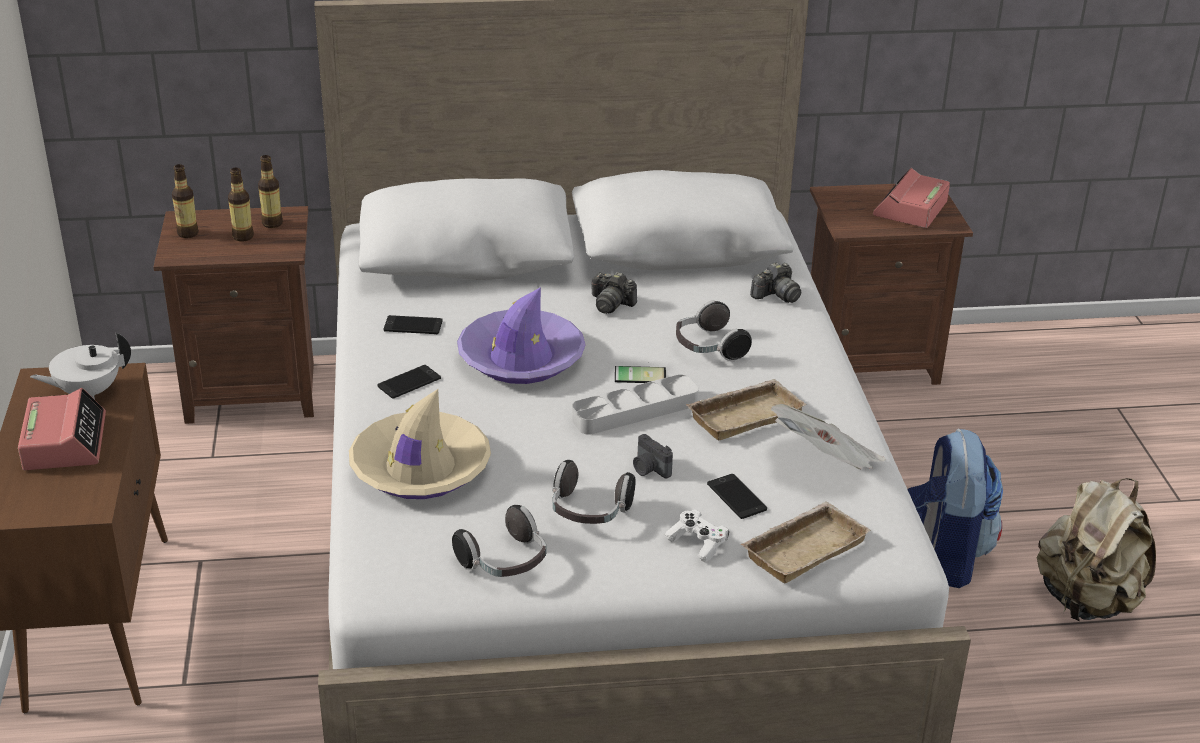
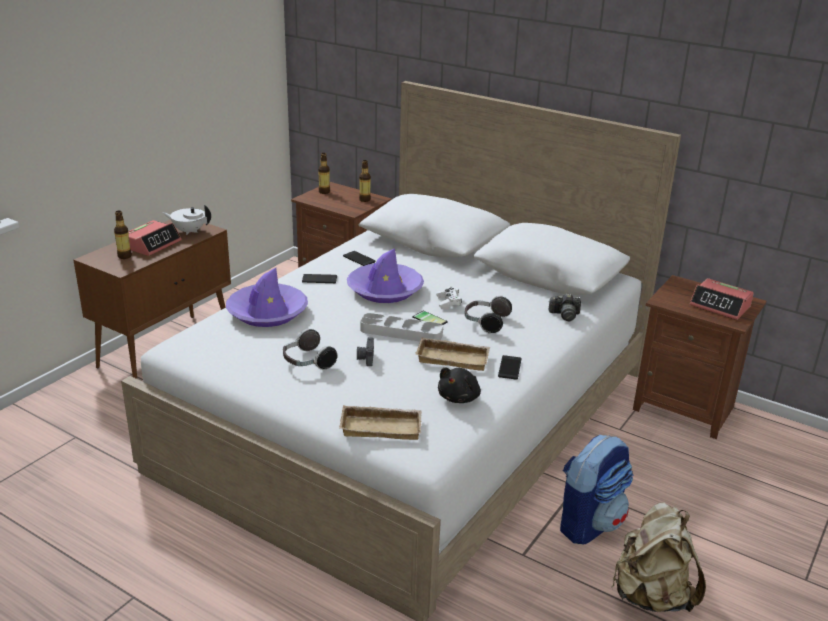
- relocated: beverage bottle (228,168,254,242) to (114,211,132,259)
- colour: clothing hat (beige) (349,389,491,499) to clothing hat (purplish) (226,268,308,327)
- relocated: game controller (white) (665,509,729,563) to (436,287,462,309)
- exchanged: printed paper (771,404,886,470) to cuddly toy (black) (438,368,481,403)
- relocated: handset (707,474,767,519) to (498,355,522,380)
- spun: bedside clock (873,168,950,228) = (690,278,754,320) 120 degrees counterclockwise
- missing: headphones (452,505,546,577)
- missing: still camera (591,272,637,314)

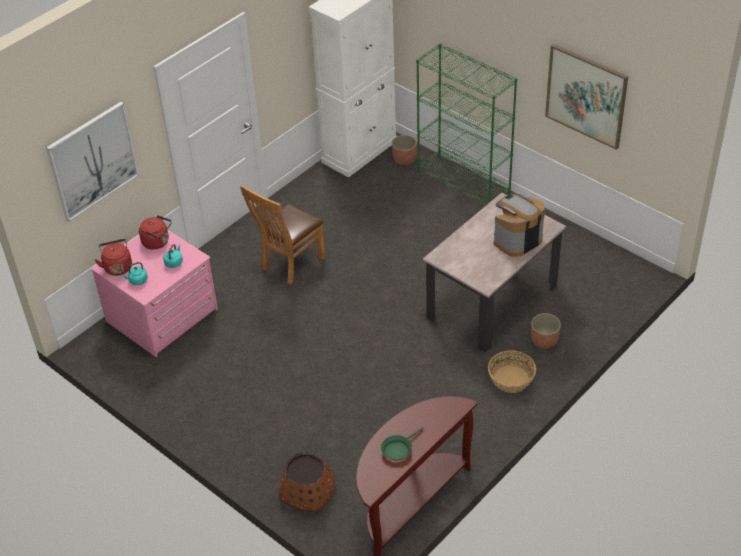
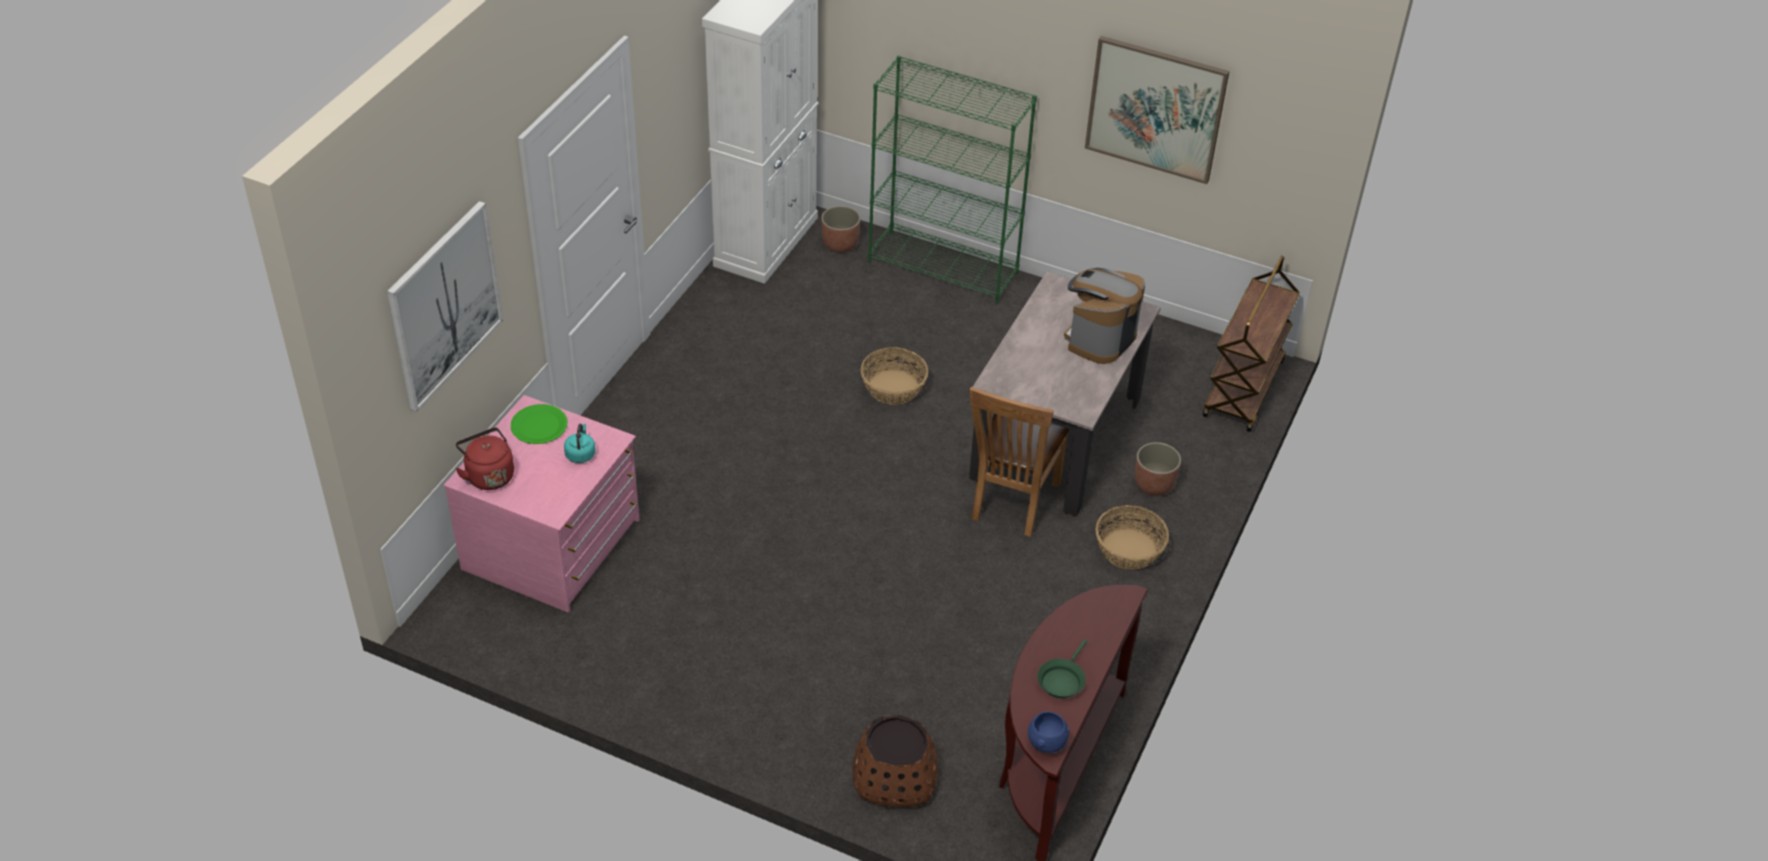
- exchanged: kettle (red) (139,215,172,249) to dinner plate (greenish) (511,404,567,444)
- appeared: household basket (861,347,928,405)
- relocated: plain chair (brown-coloured) (240,184,325,285) to (970,387,1070,537)
- appeared: deep dish (bluish) (1028,712,1070,753)
- appeared: cart (brown-coloured) (1203,256,1300,432)
- missing: kettle (turquoise-coloured) (122,262,148,285)

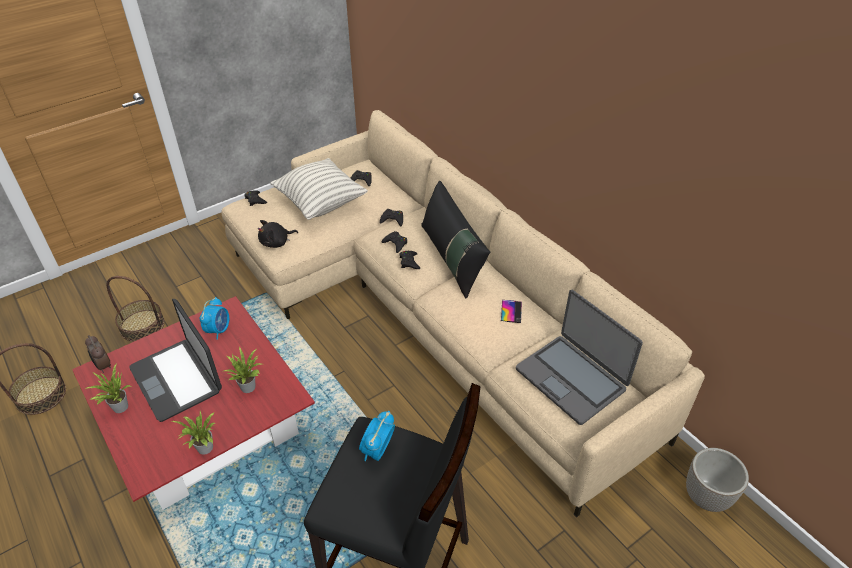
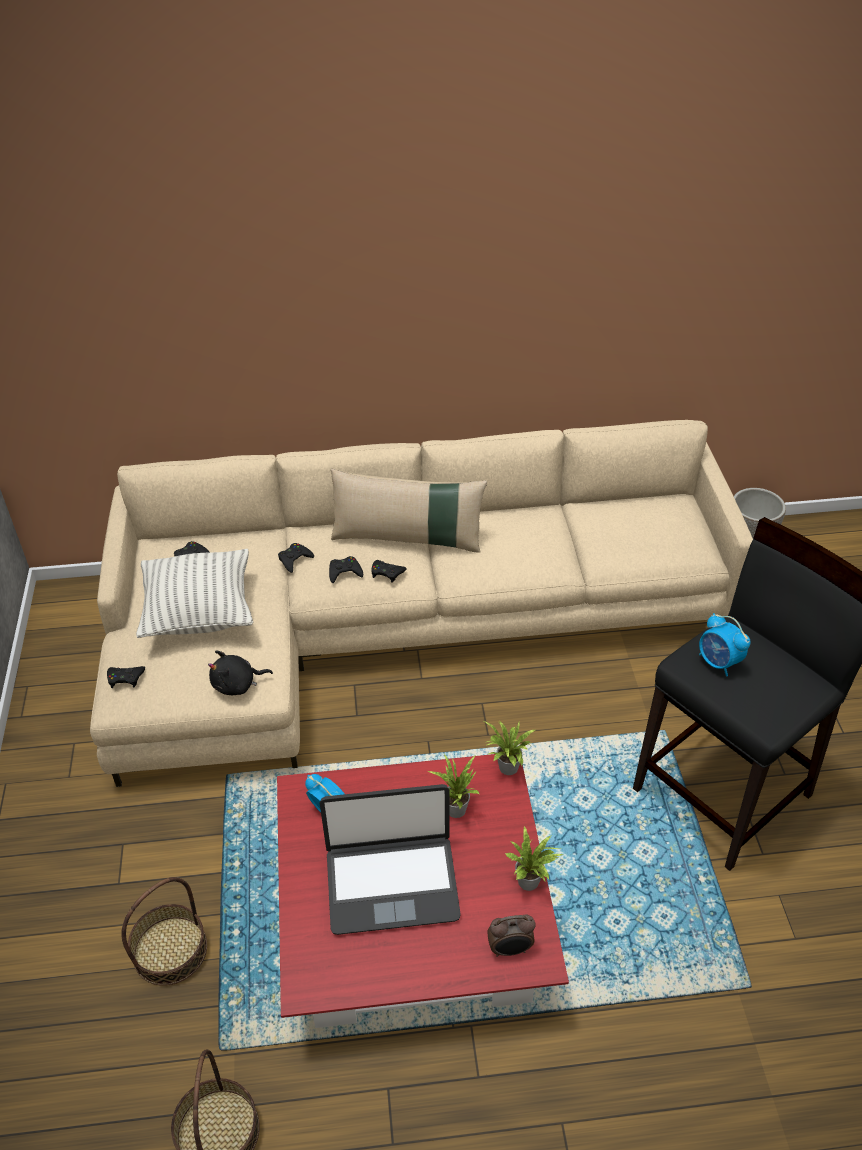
- spun: cuddly toy (black) (258,220,298,248) = (208,650,273,695) 75 degrees clockwise
- colour: cushion (black) (421,181,490,298) to cushion (beige) (331,469,487,553)
- relocated: potted plant (85,364,131,413) to (484,721,535,775)
- relocated: bedside clock (85,335,111,373) to (487,914,535,957)
- missing: handset (501,300,522,323)
- missing: laptop (516,290,643,425)

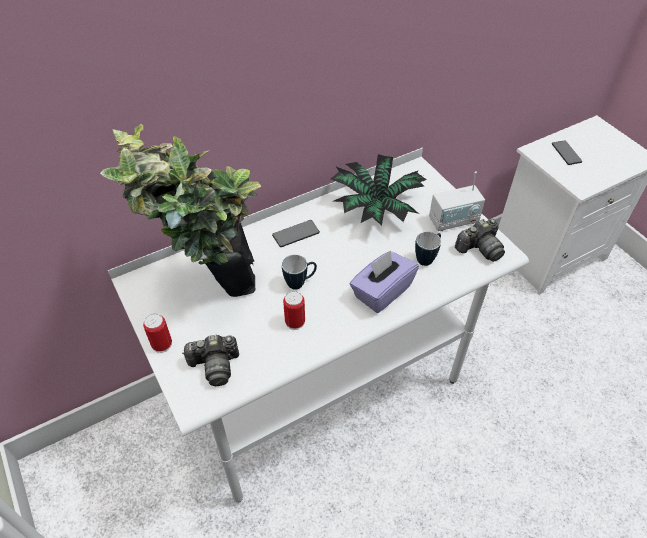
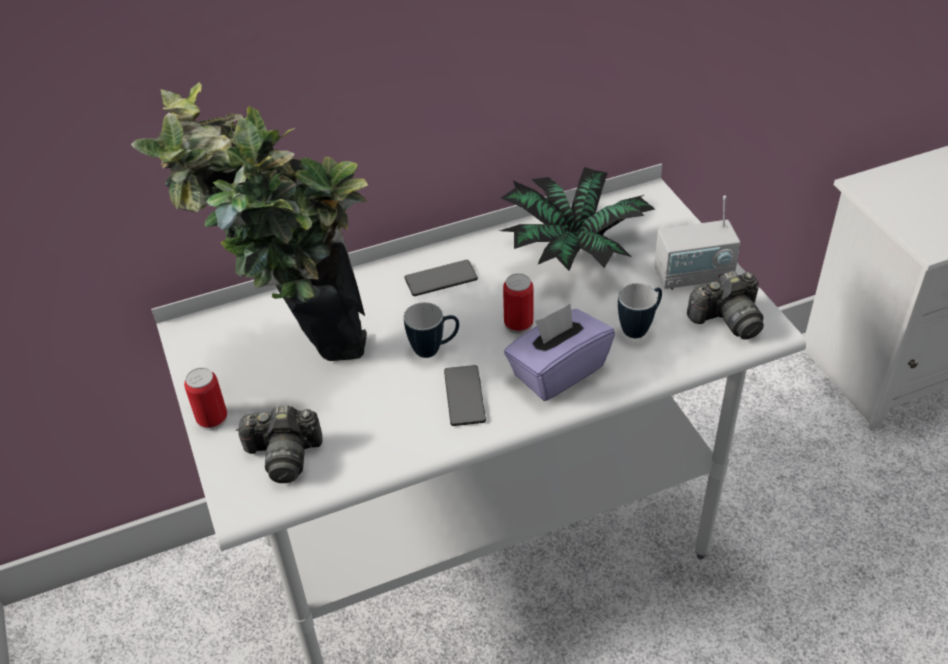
- relocated: handset (552,140,582,165) to (444,365,486,426)
- relocated: sealed can (283,291,305,330) to (503,273,533,334)

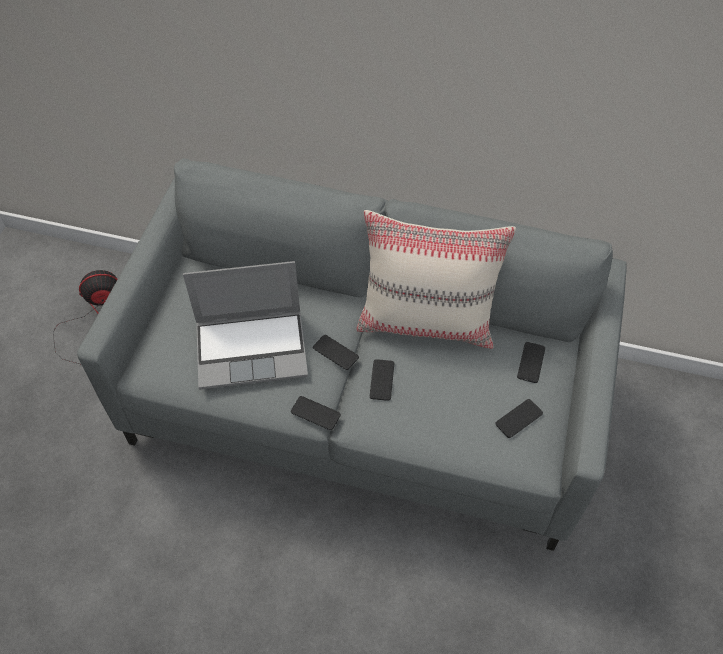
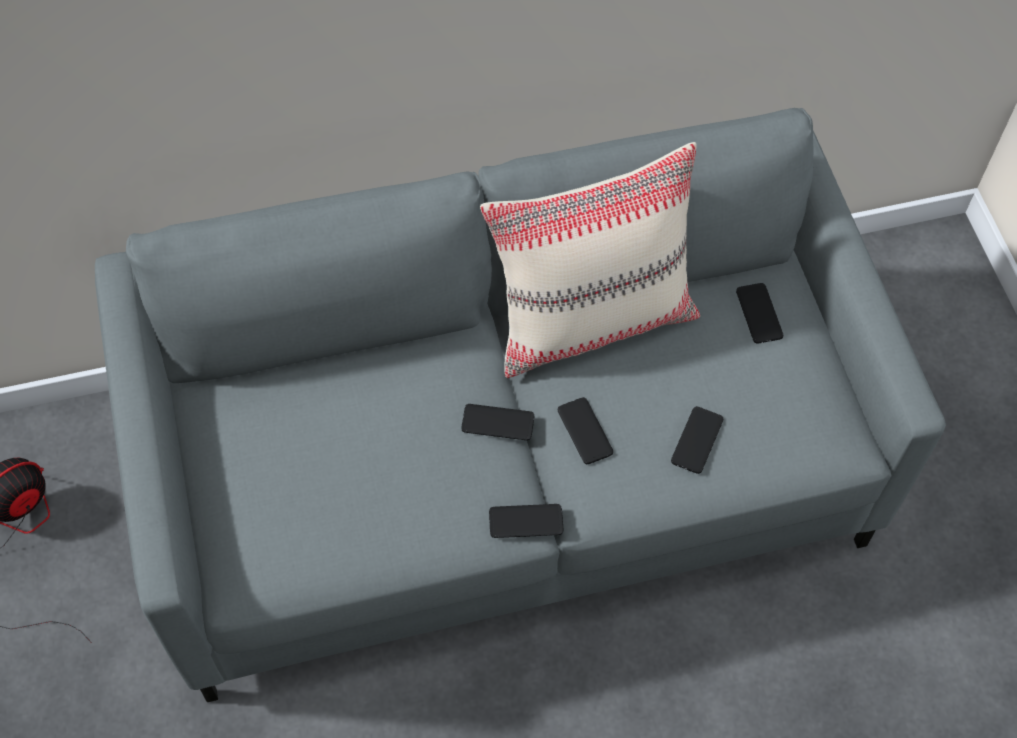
- relocated: handset (495,399,543,438) to (671,406,723,474)
- missing: laptop (183,261,308,390)

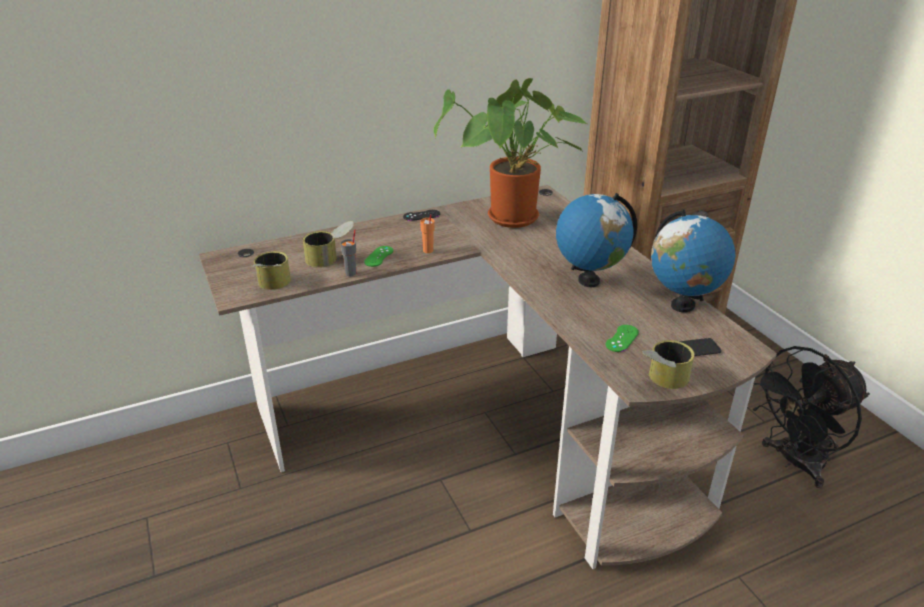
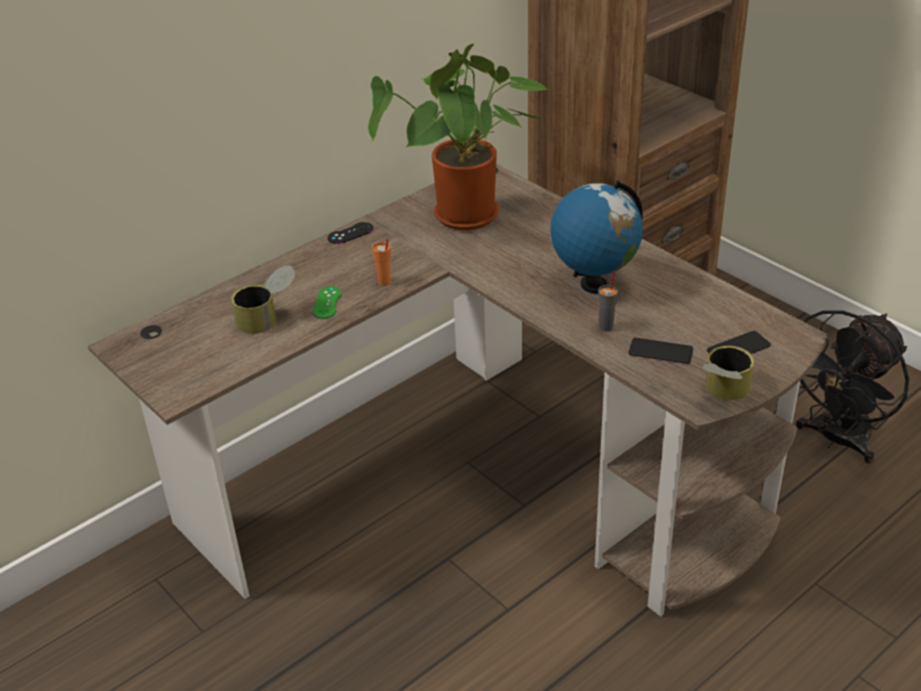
- relocated: small cup (greyish) (340,229,356,276) to (598,272,618,332)
- exchanged: game controller (greenish) (606,325,639,352) to handset (629,338,693,364)
- missing: sealed can (252,251,291,290)
- missing: desk globe (651,209,735,312)

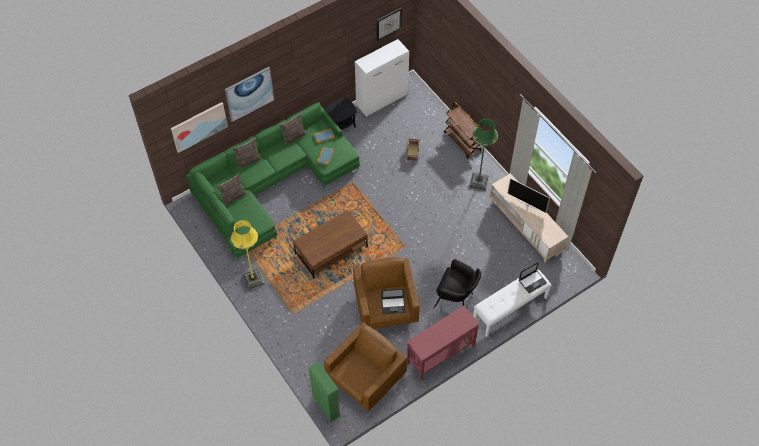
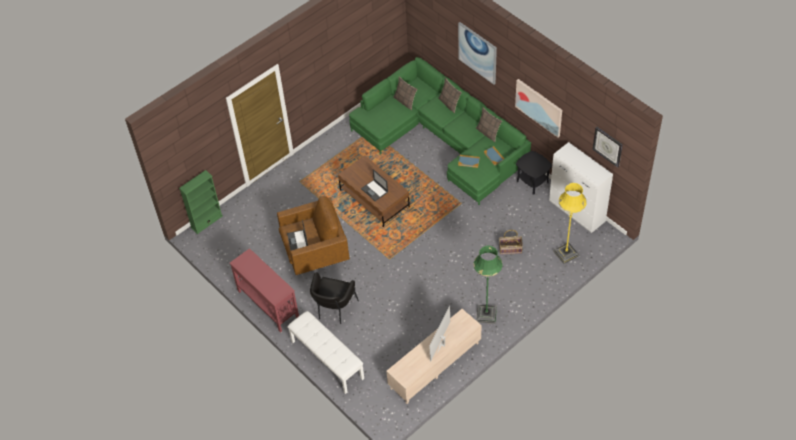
- relocated: laptop (519,262,547,294) to (361,169,388,201)
- relocated: wall picture (171,102,228,153) to (515,79,562,138)
- relocated: standard lamp (yellow) (231,220,264,290) to (553,183,587,264)
- missing: easy chair (brown-coloured) (324,322,407,411)
- missing: cart (brown-coloured) (444,101,482,158)

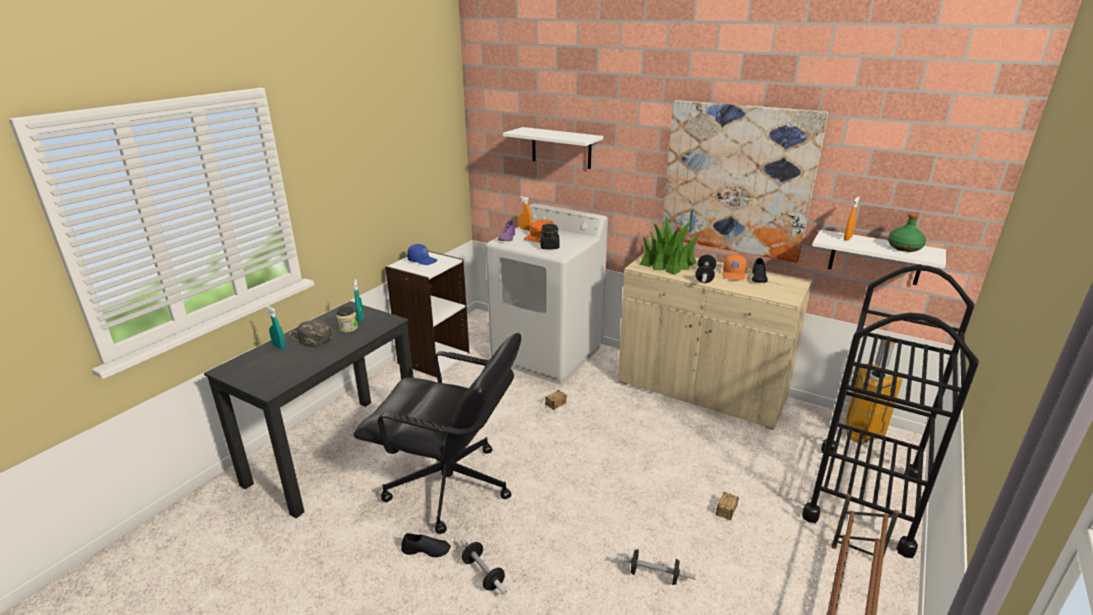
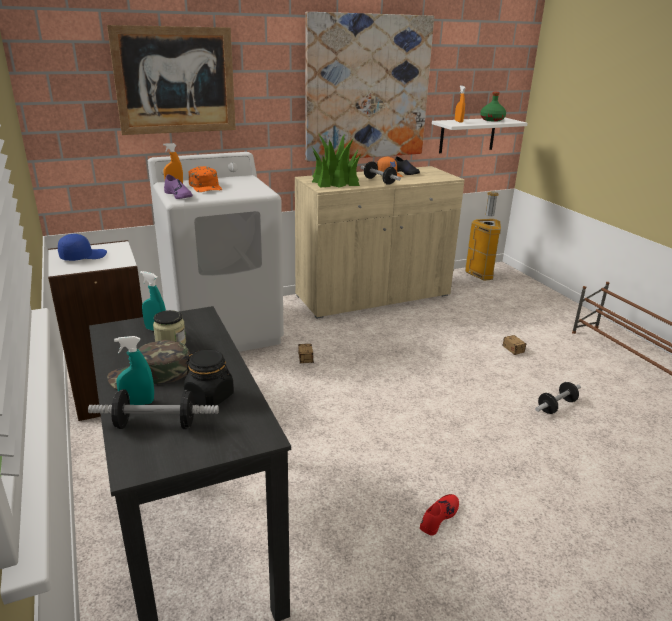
- relocated: dumbbell (461,539,507,595) to (88,389,219,429)
- exchanged: bracket shelf (white) (503,127,603,169) to wall picture (107,25,236,135)
- relocated: preserve jar (black) (540,224,559,249) to (184,350,234,406)
- colour: low shoe (black) (401,533,451,557) to low shoe (red) (420,494,459,536)
- missing: desk chair (black) (354,333,521,534)
- missing: cart (black) (802,265,979,558)

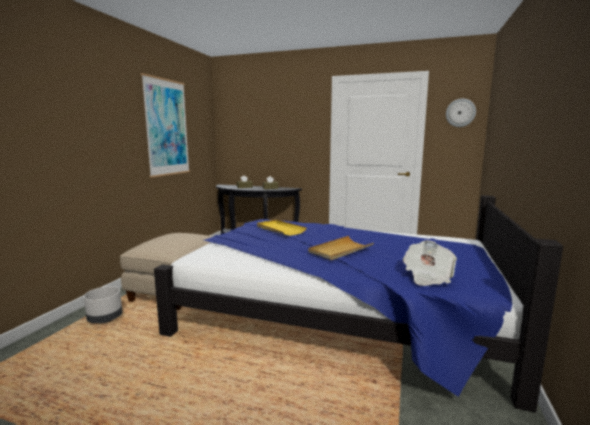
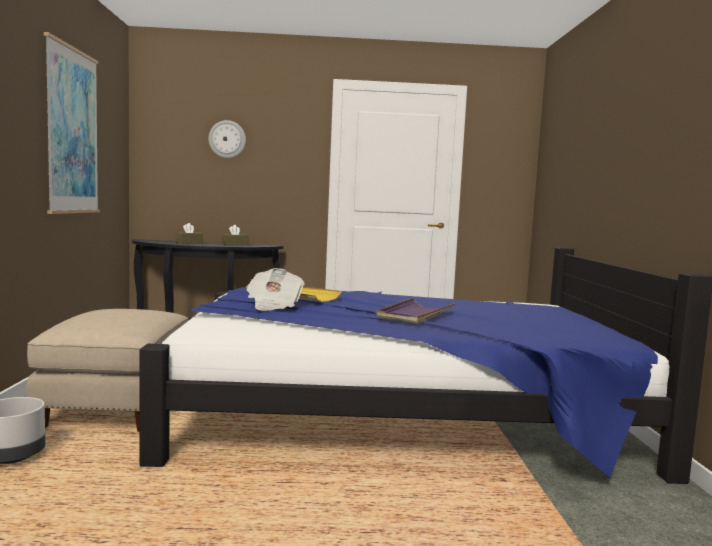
- relocated: clock on the wall (446,98,476,127) to (208,120,246,158)
- relocated: printed paper (403,240,457,286) to (246,268,305,311)
- colour: tray (beige) (308,236,374,260) to tray (purplish) (377,298,456,324)

